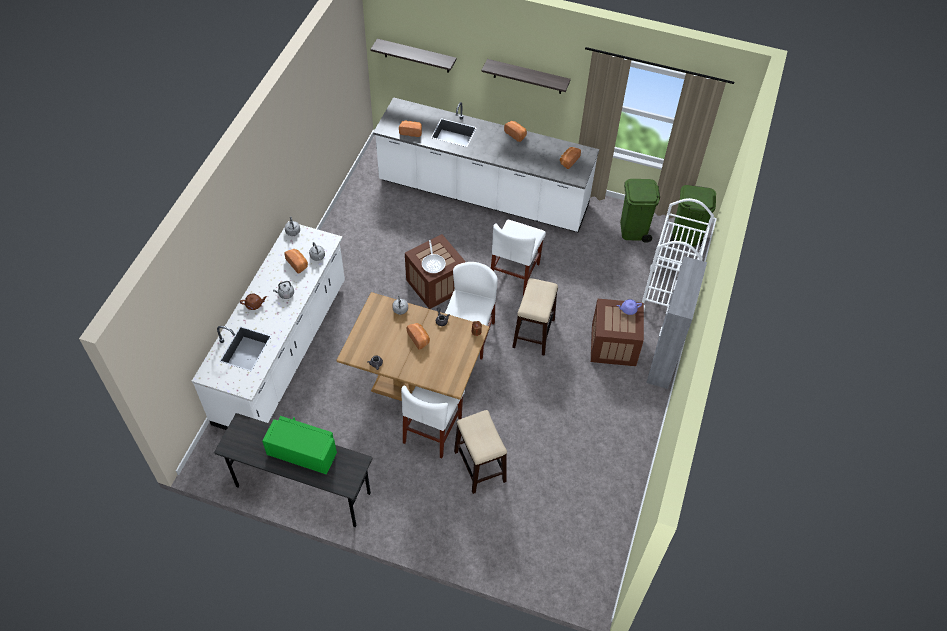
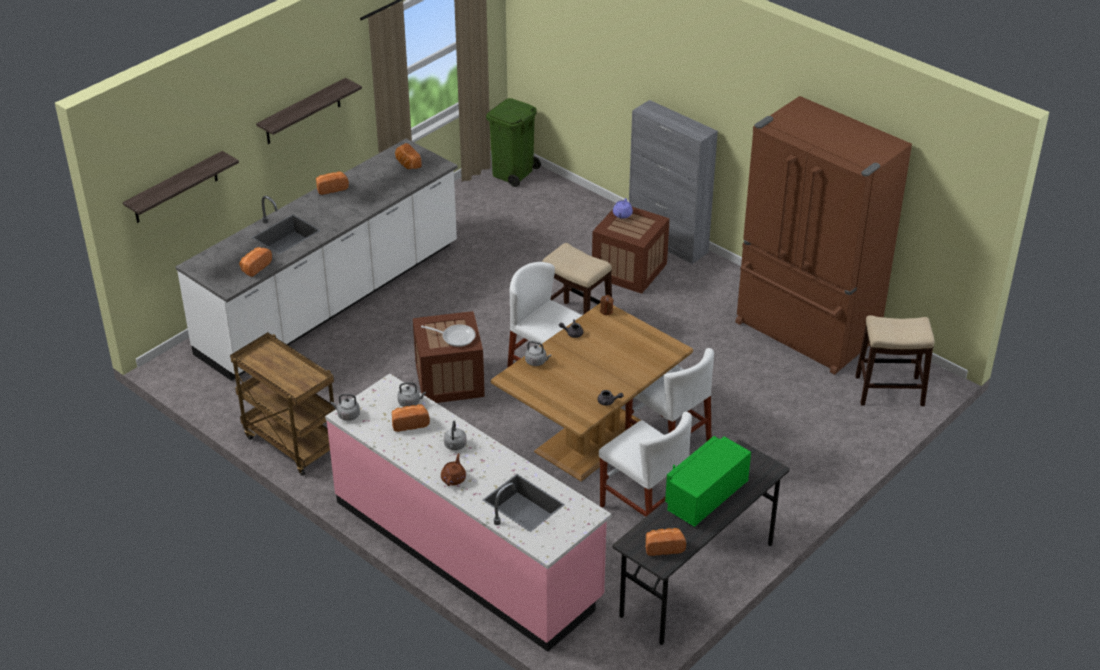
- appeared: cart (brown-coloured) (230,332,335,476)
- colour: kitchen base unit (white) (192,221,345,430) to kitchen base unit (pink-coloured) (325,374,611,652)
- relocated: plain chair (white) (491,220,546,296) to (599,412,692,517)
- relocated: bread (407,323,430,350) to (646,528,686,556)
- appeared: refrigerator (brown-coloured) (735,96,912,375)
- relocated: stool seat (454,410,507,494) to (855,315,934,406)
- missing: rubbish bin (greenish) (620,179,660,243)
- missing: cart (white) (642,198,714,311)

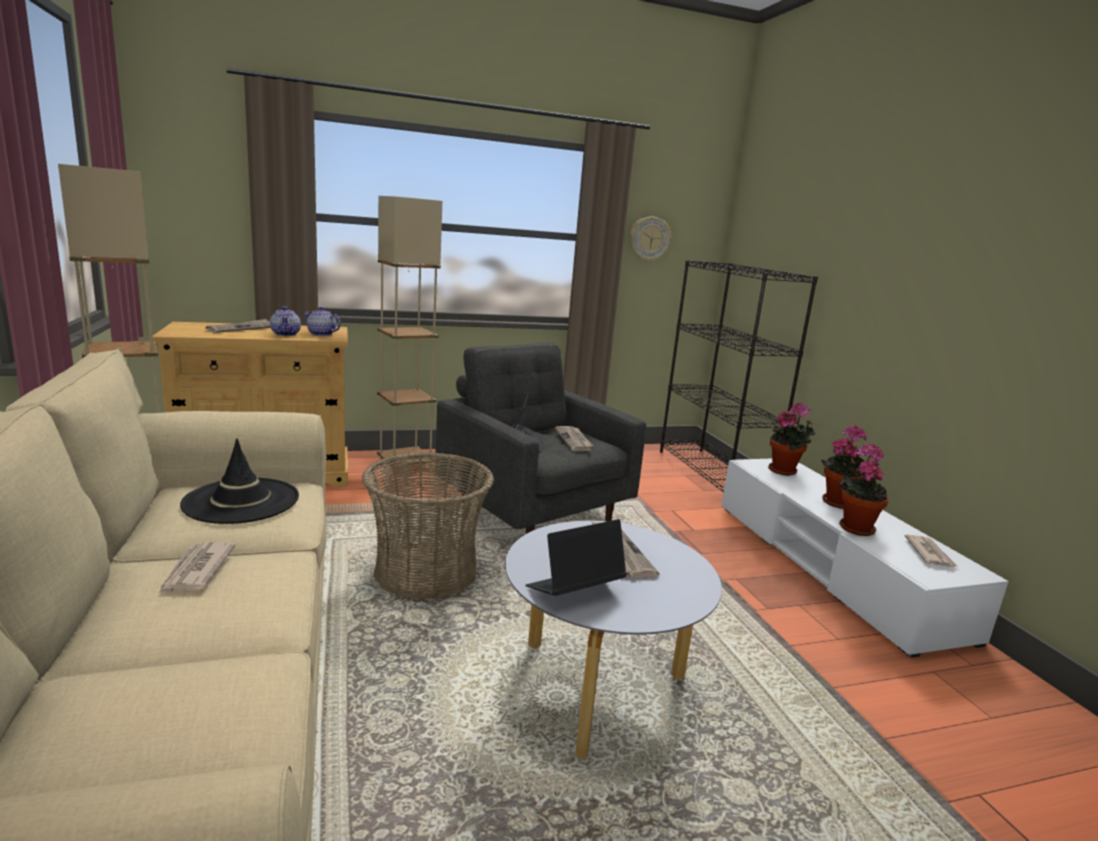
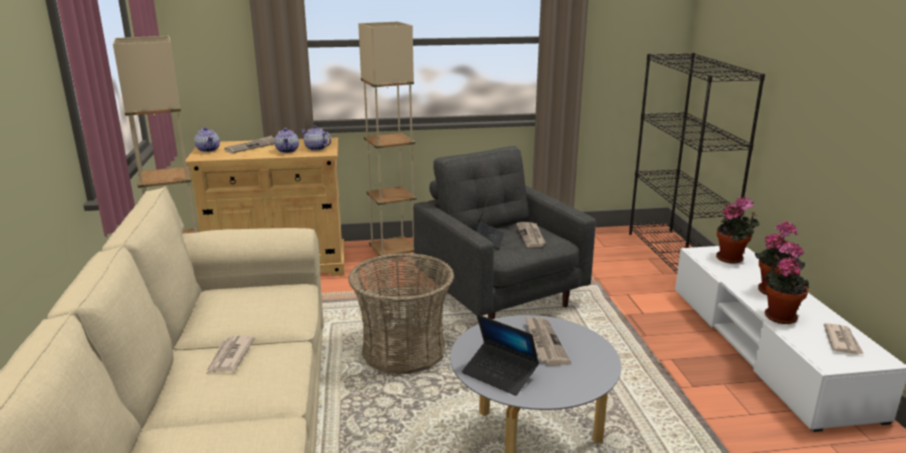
- appeared: pot for tea (194,127,220,152)
- spun: laptop (526,519,627,596) = (462,314,539,396) 120 degrees counterclockwise
- missing: clothing hat (black) (180,438,299,524)
- missing: clock on the wall (630,217,671,263)

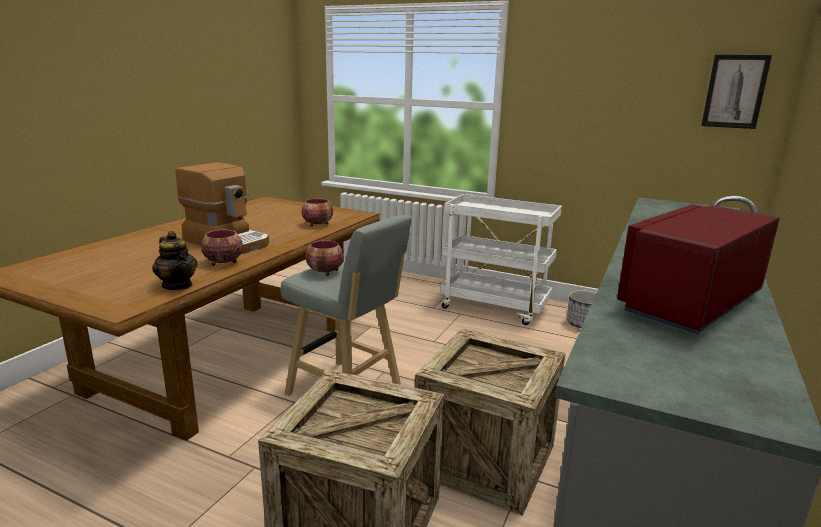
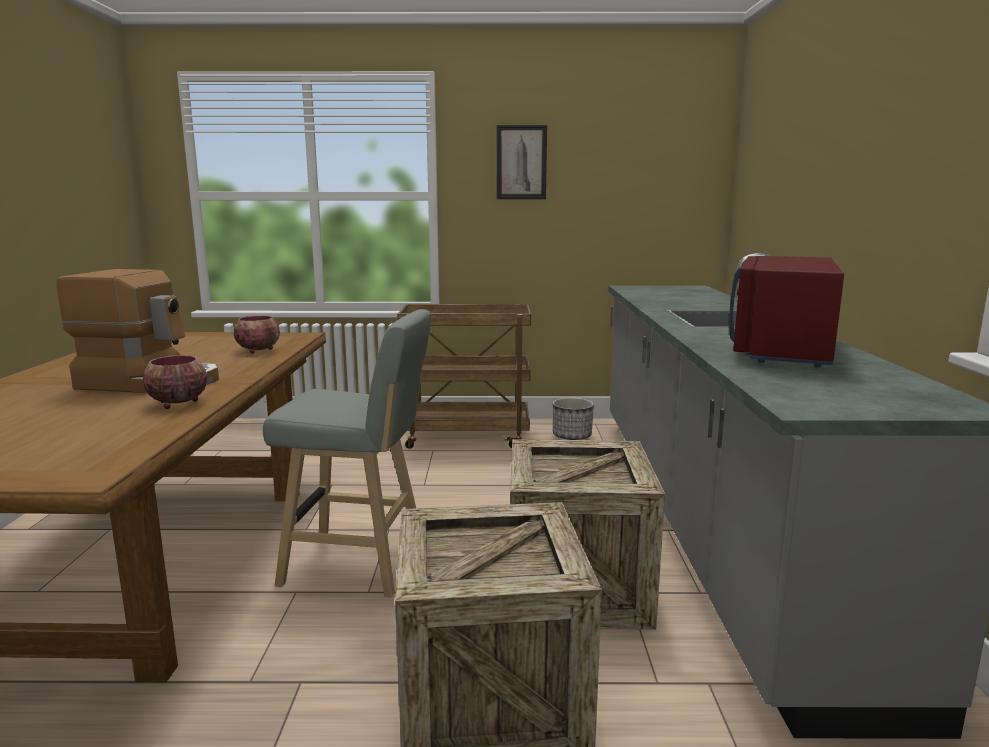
- colour: cart (white) (440,194,562,325) to cart (brown-coloured) (397,304,531,449)
- relocated: wall picture (701,54,772,129) to (497,125,547,199)
- missing: pot for tea (152,231,198,290)
- missing: deep dish (306,240,344,276)

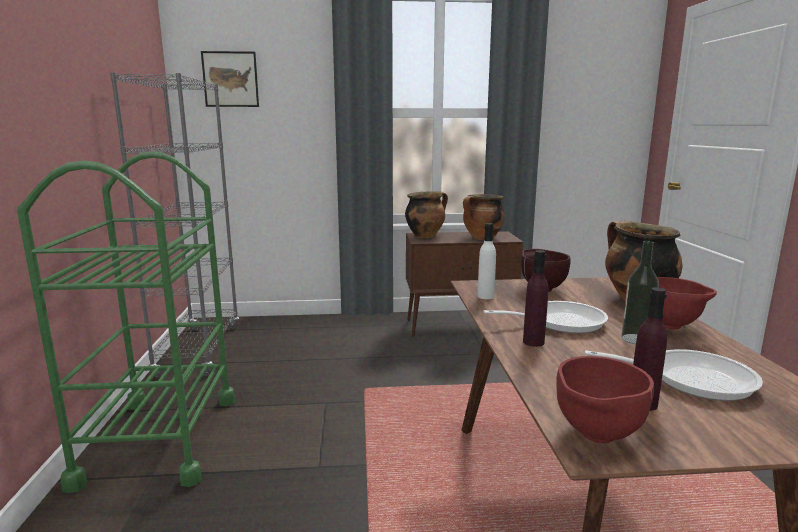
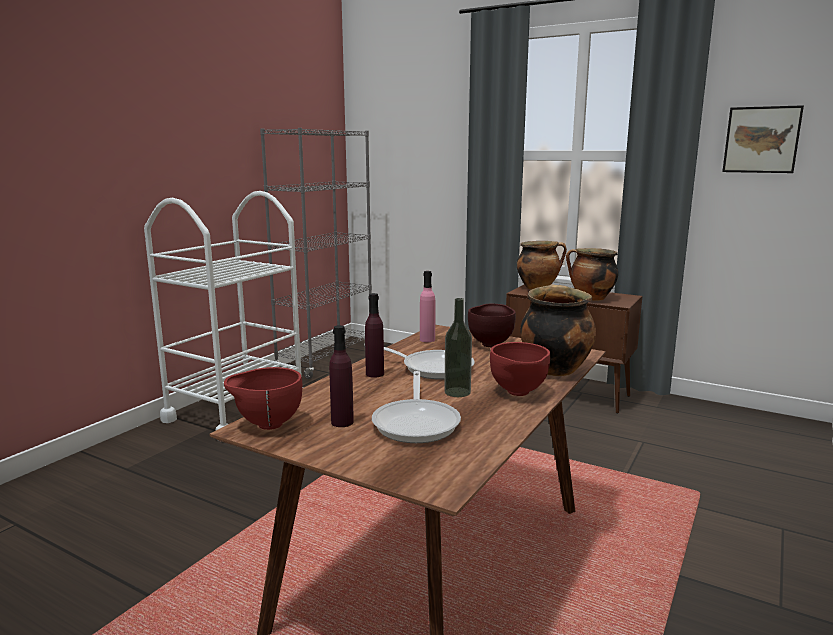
- colour: cart (greenish) (17,151,235,493) to cart (white) (144,191,304,430)
- spun: pan (584,349,763,401) = (372,371,461,443) 45 degrees clockwise
- colour: beverage bottle (white) (478,223,496,299) to beverage bottle (pink-coloured) (420,271,435,342)
- relocated: wall picture (201,51,259,107) to (722,105,804,173)

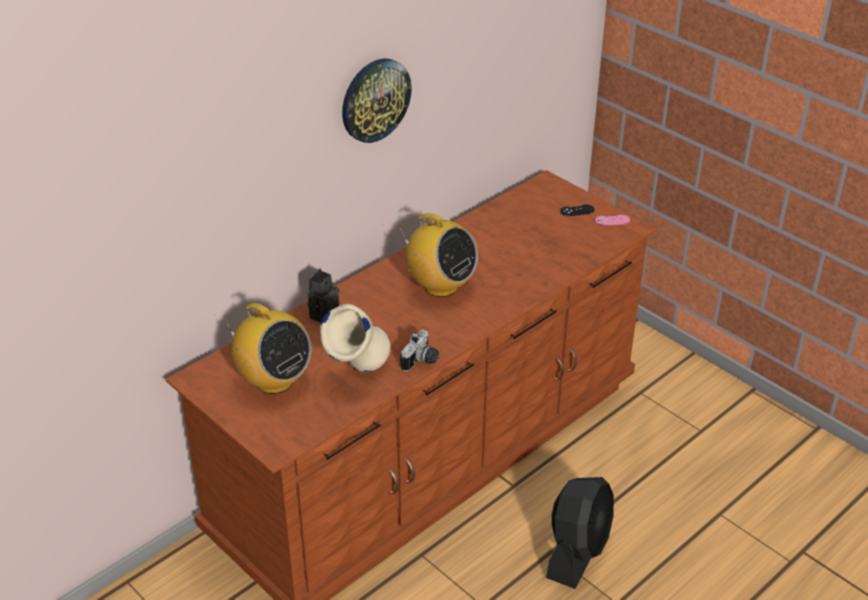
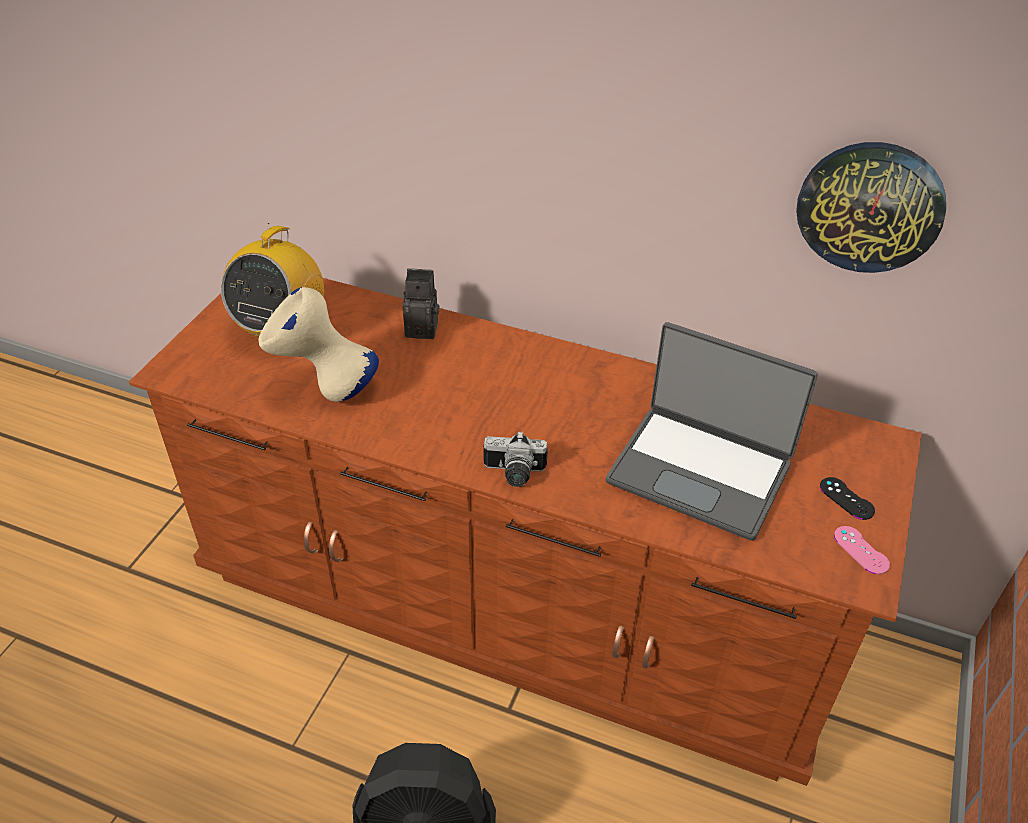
- relocated: still camera (400,330,439,372) to (483,431,548,487)
- appeared: laptop (606,322,818,541)
- relocated: clock on the wall (342,58,412,143) to (796,142,946,273)
- missing: radio receiver (400,213,478,297)

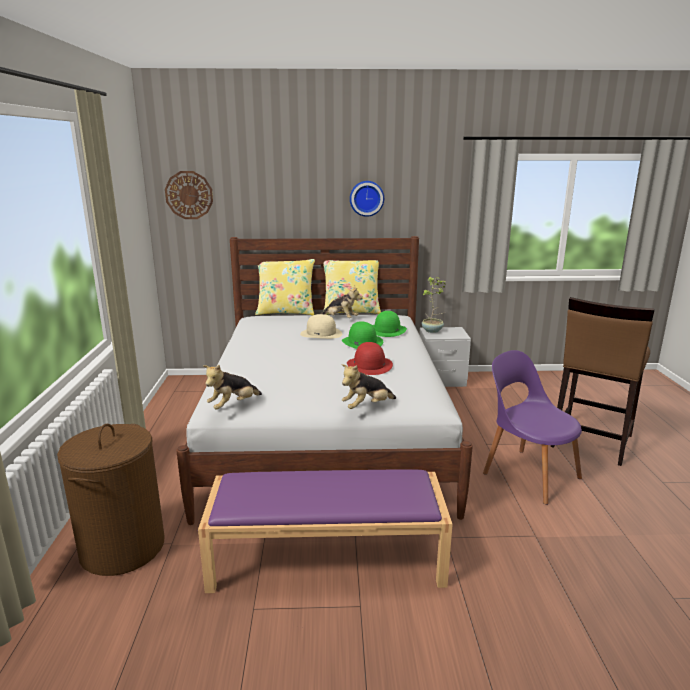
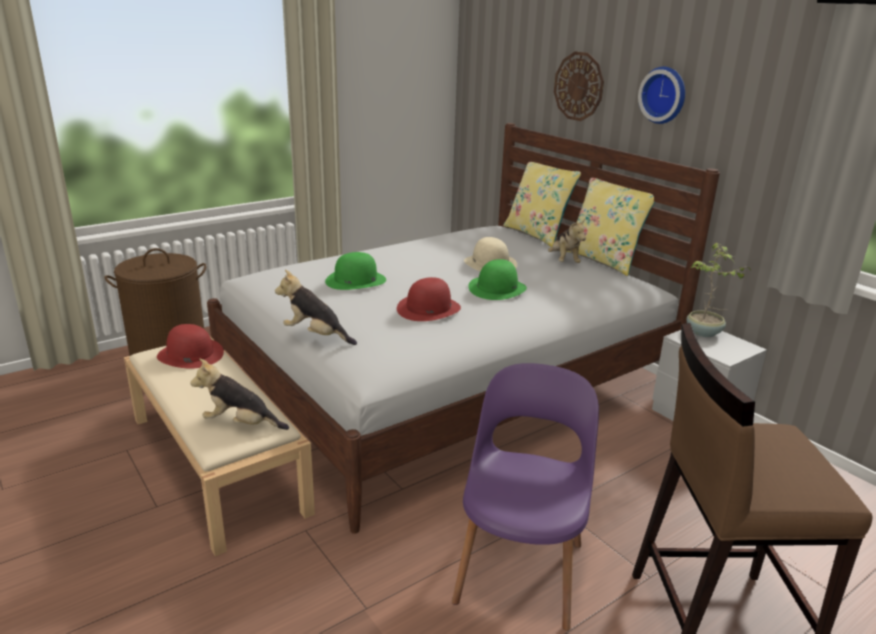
- colour: bench (purplish) (198,469,453,593) to bench (beige) (124,336,315,556)
- appeared: clothing hat (red) (157,324,224,369)
- relocated: cuddly toy (203,365,262,409) to (190,359,289,430)
- relocated: clothing hat (greenish) (372,311,407,337) to (325,252,386,290)
- relocated: clock on the wall (165,171,213,219) to (554,51,604,121)

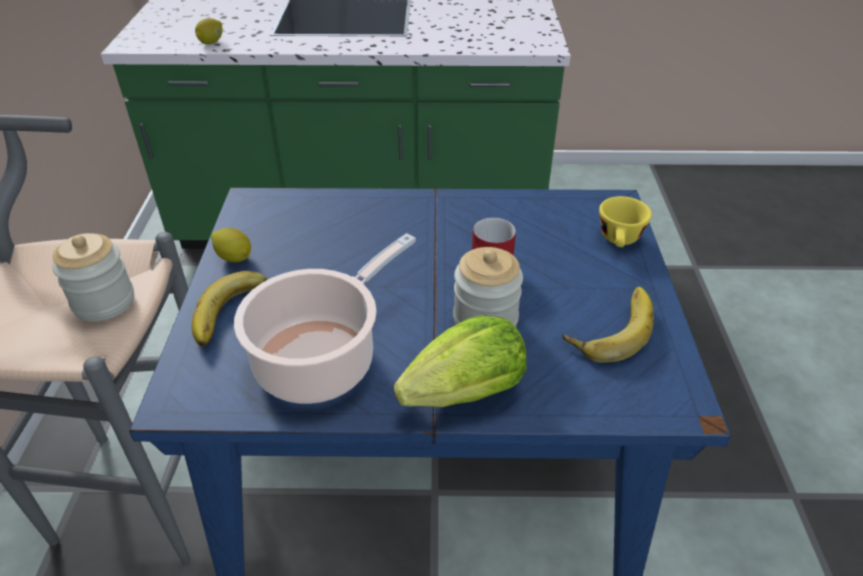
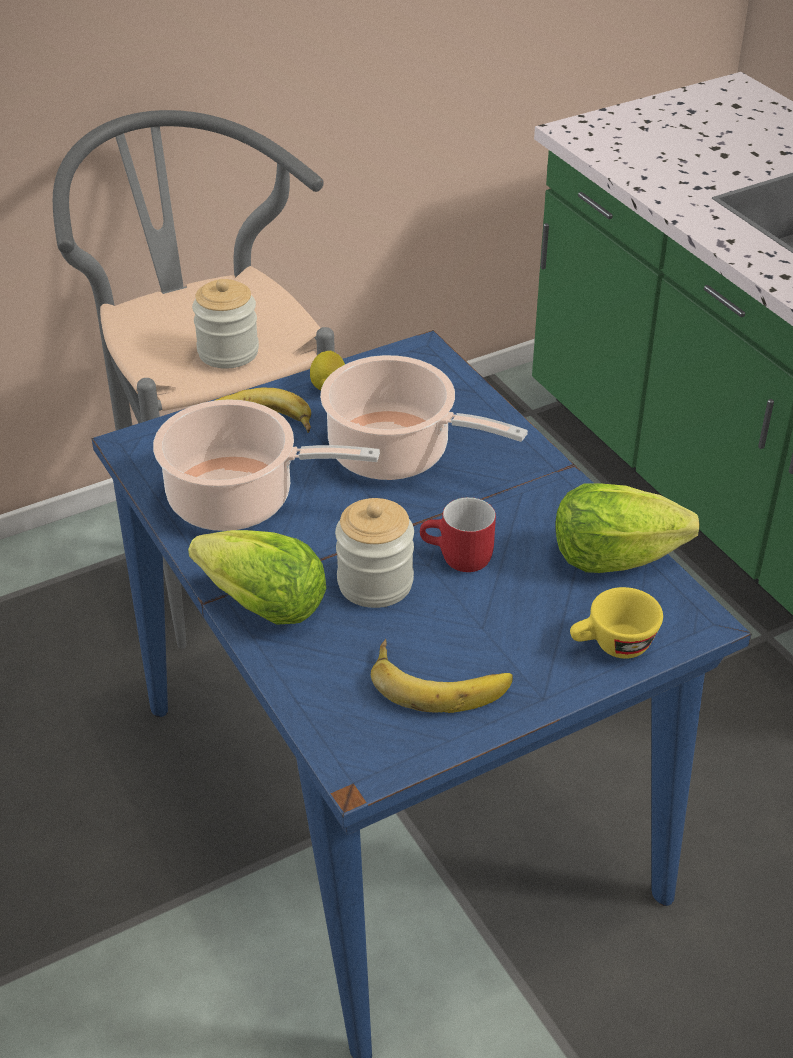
- appeared: saucepot (320,355,528,480)
- appeared: lettuce head (555,483,700,573)
- missing: citrus fruit (195,18,222,44)

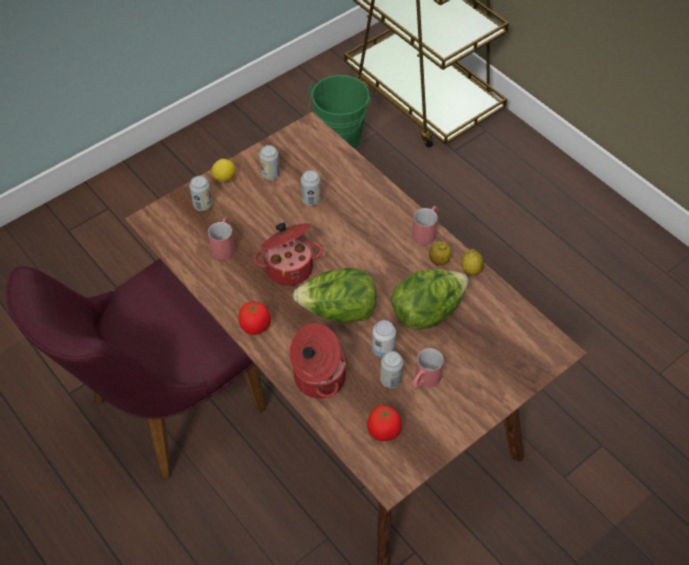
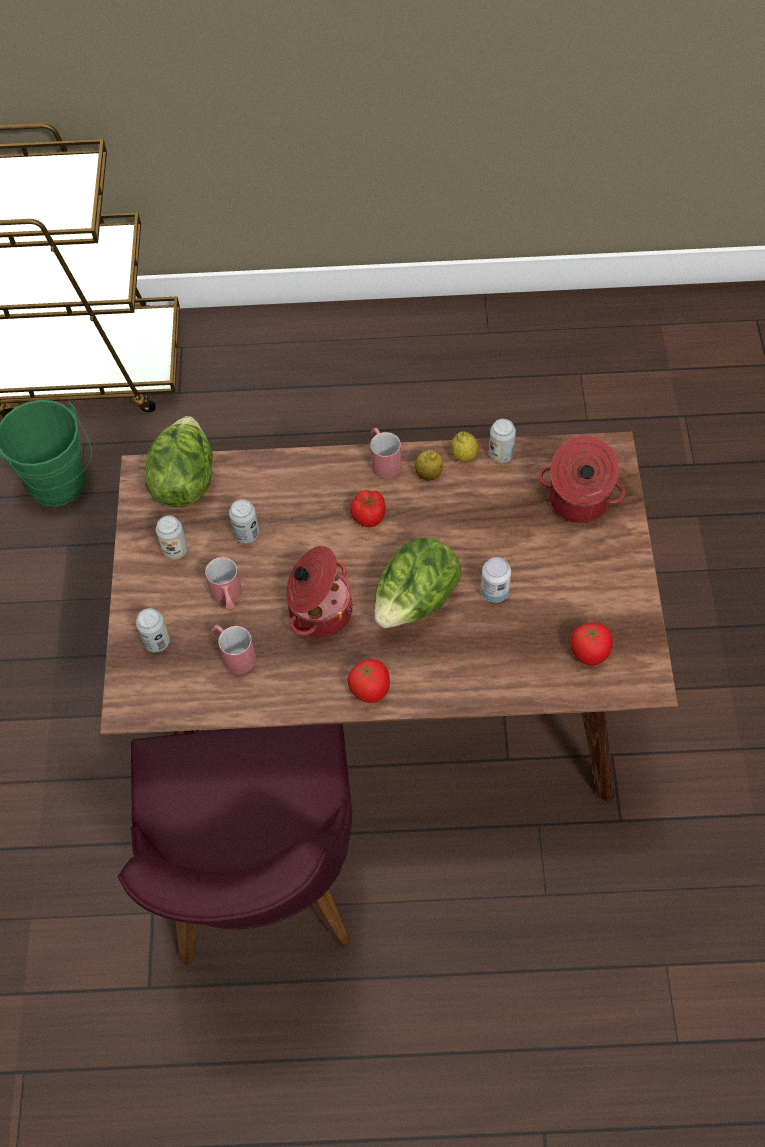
- relocated: lettuce head (391,269,469,330) to (145,416,213,507)
- relocated: coffee mug (red) (411,348,444,390) to (205,557,242,611)
- appeared: tomato (350,490,386,527)
- relocated: sealed can (380,351,403,388) to (489,419,516,463)
- relocated: saucepot (289,323,347,399) to (539,436,625,523)
- missing: citrus fruit (212,159,235,182)

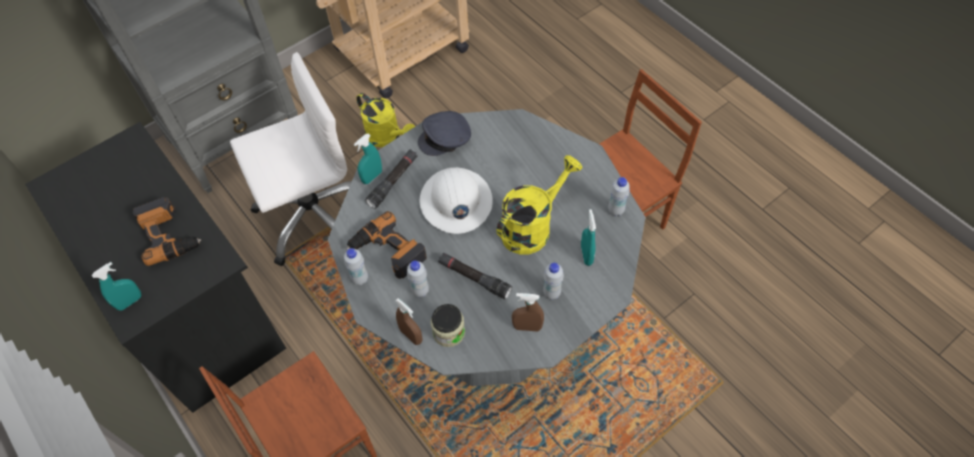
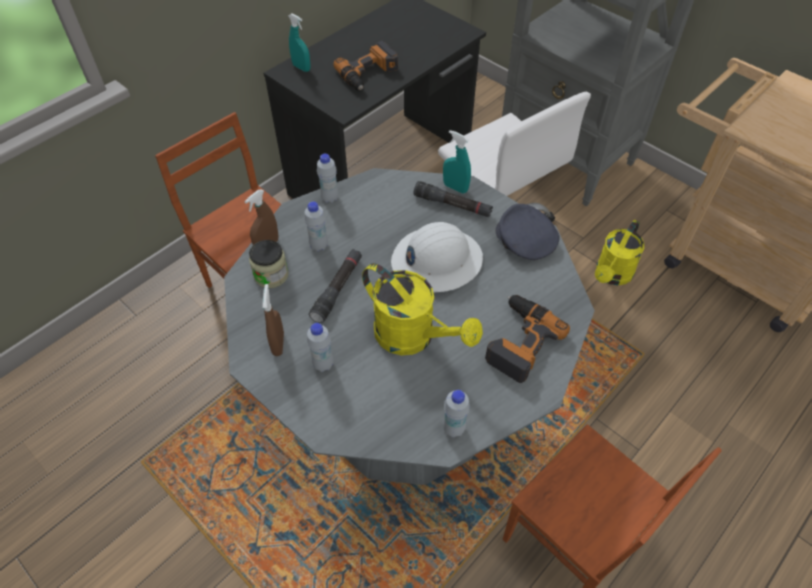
- relocated: drill (346,211,427,279) to (485,295,570,383)
- missing: spray bottle (turquoise-coloured) (581,209,596,266)

